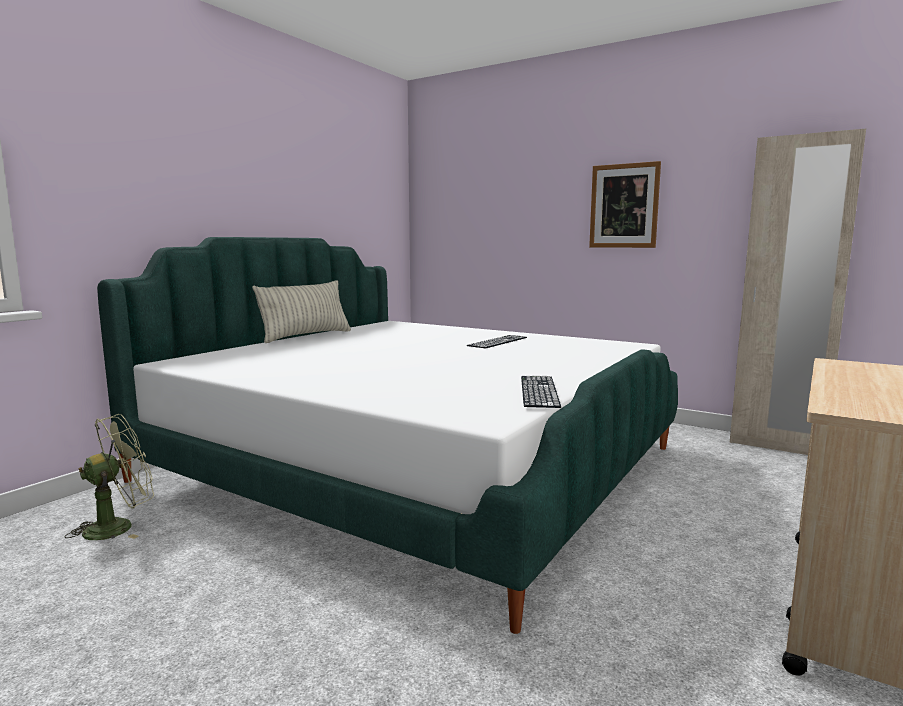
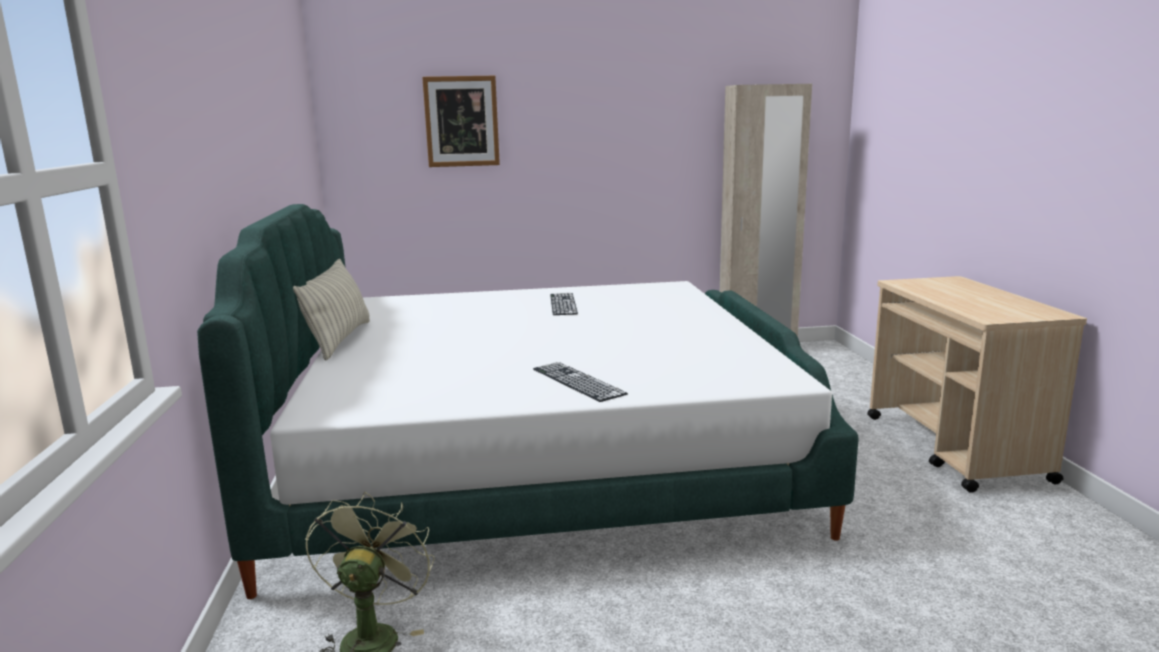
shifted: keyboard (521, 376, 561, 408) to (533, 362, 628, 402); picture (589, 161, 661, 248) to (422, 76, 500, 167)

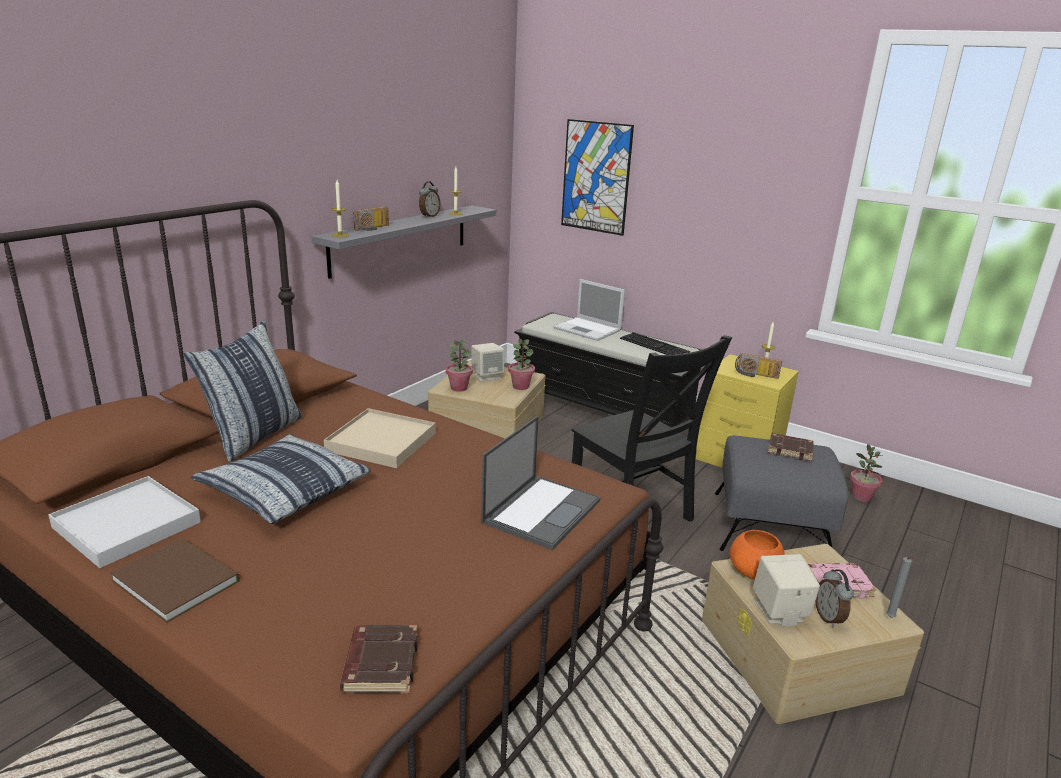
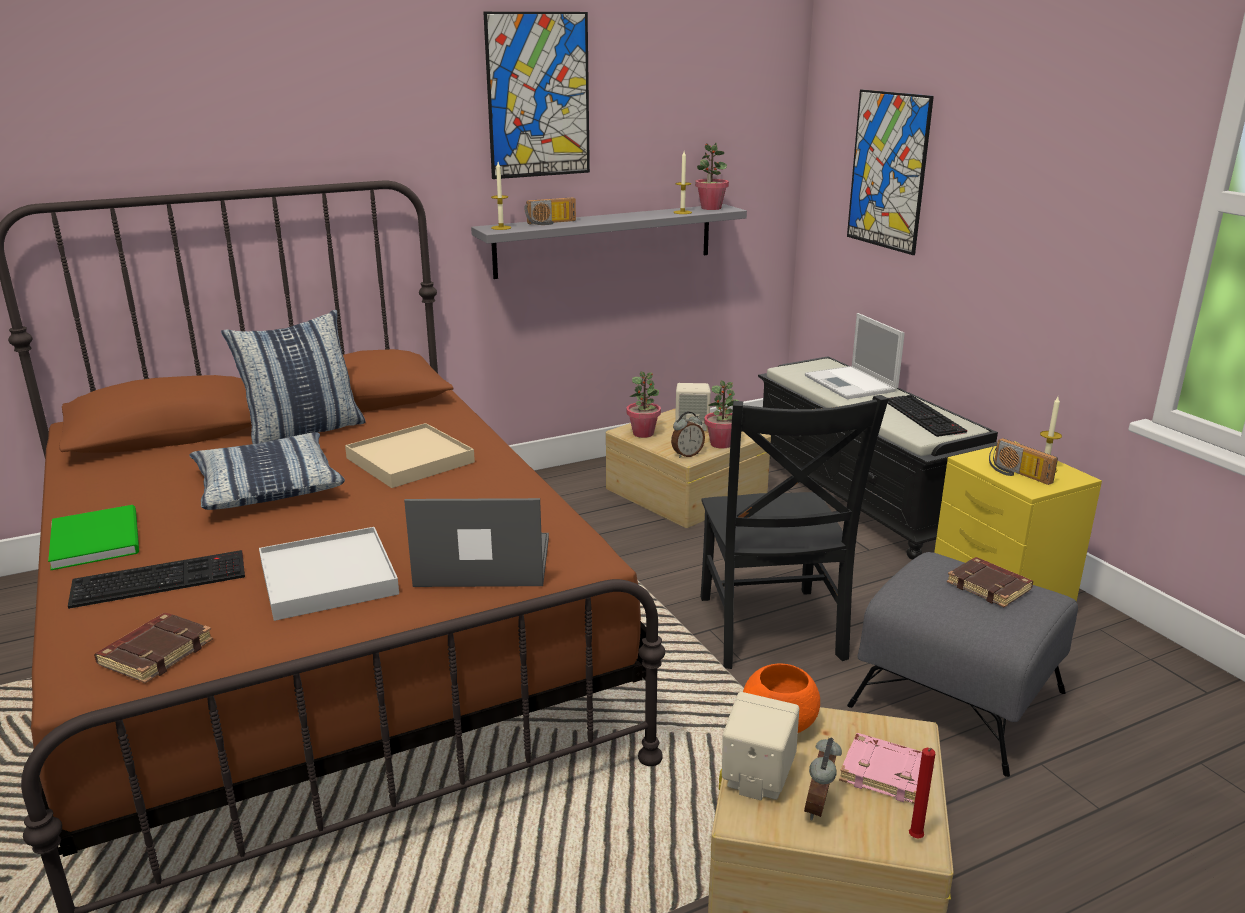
new: keyboard (68, 550, 245, 609); picture (483, 12, 590, 179)
shifted: white tray (48, 476, 201, 568) to (259, 527, 399, 621); alarm clock (419, 181, 440, 218) to (671, 411, 705, 458); potted plant (850, 444, 882, 502) to (695, 143, 729, 210)
repainted: brown book (110, 538, 240, 623) to green book (48, 505, 139, 570); grey candle (886, 557, 914, 617) to red candle (909, 748, 935, 839)
rotated: laptop (481, 416, 601, 550) = (404, 498, 549, 587) 150 degrees counterclockwise

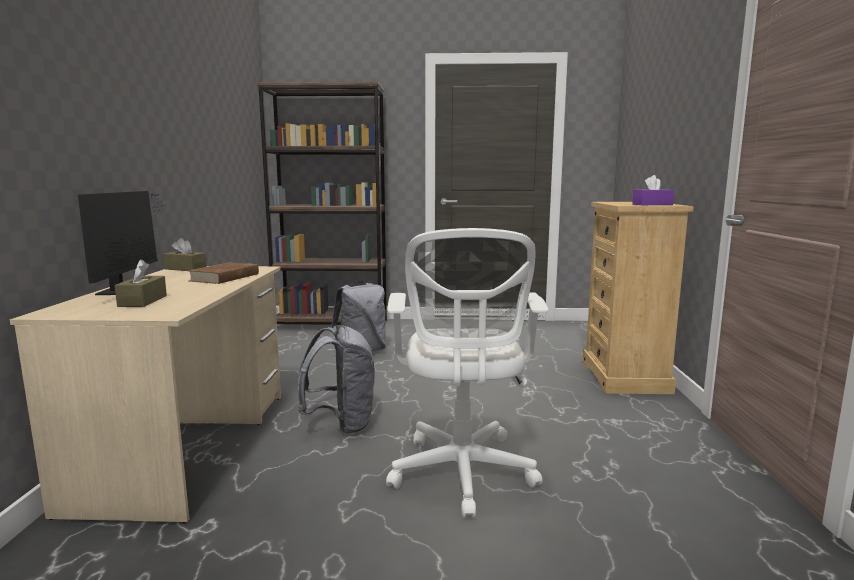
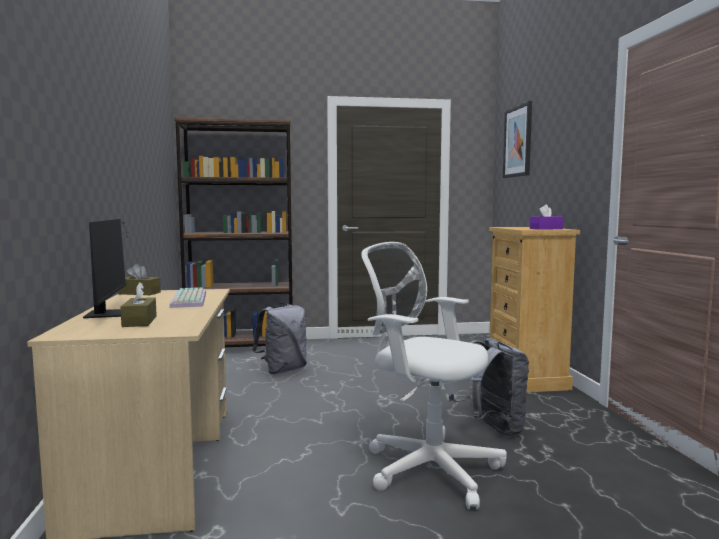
new: picture (503, 101, 532, 178)
shifted: grey backpack (298, 326, 375, 434) to (449, 338, 529, 436)
swapped: brown book (188, 262, 259, 284) to keyboard (170, 287, 206, 308)
rotated: white office chair (386, 228, 548, 518) = (361, 242, 507, 509) 135 degrees clockwise

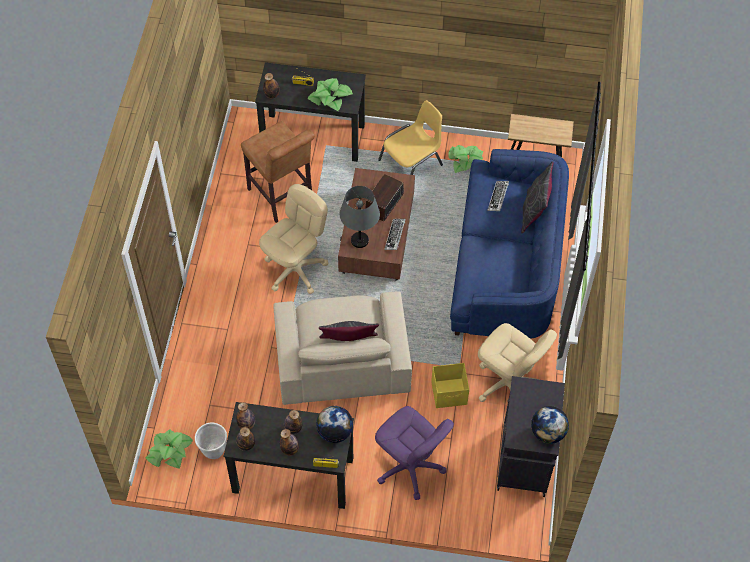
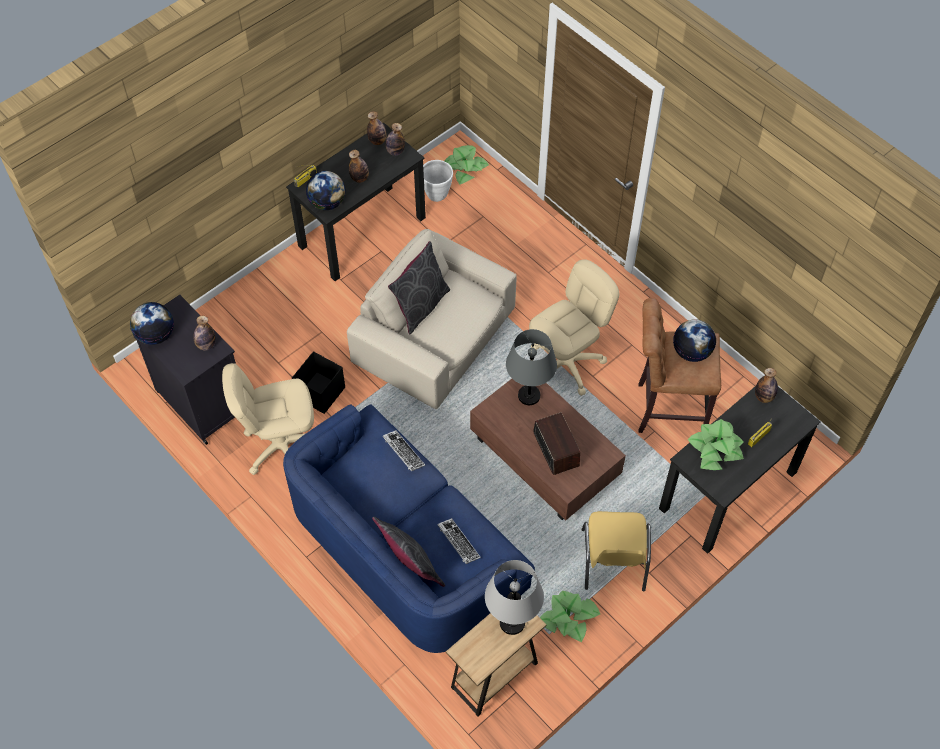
gone: purple office chair (375, 406, 454, 500)
new: grey table lamp (485, 560, 544, 635); globe (673, 319, 716, 362)
shifted: bottle (280, 429, 299, 456) to (194, 316, 216, 350); keyboard (384, 219, 405, 250) to (382, 430, 425, 471)
repainted: yellow storage box (431, 363, 469, 408) to black storage box (292, 351, 345, 414)
rotated: beige office chair (259, 184, 329, 294) = (529, 259, 619, 396) 120 degrees counterclockwise

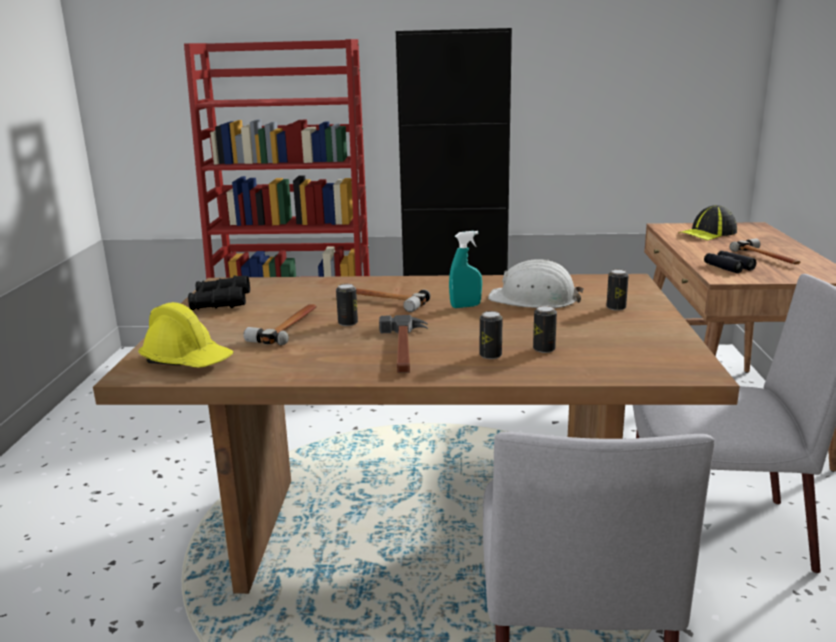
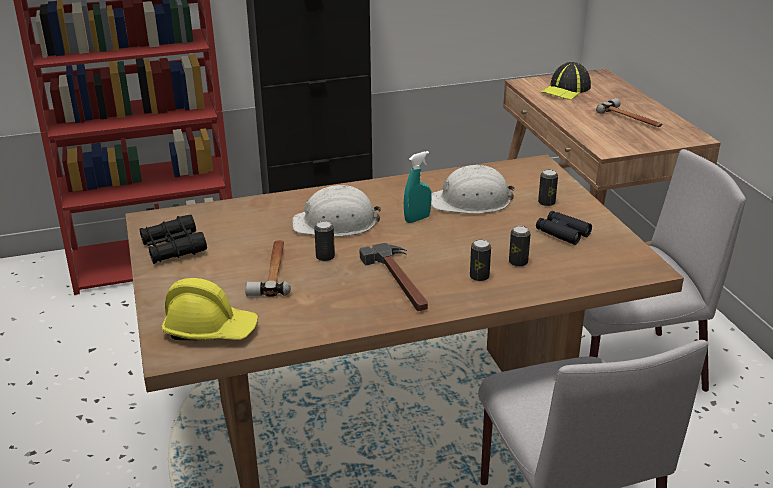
shifted: black binoculars (704, 251, 756, 273) to (536, 211, 592, 245)
swapped: hammer (356, 288, 430, 312) to white hard hat (292, 185, 381, 236)

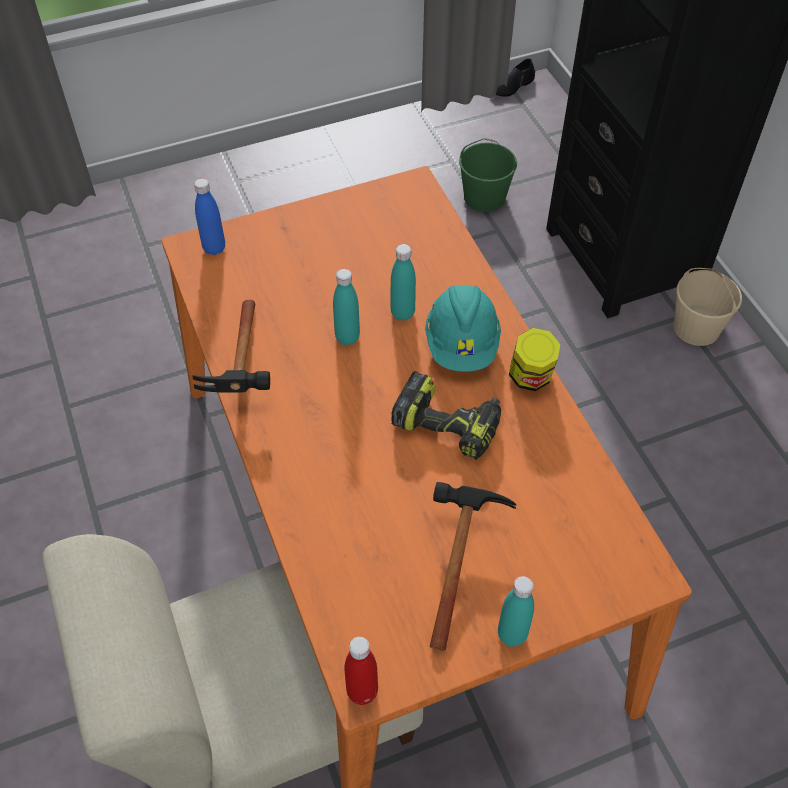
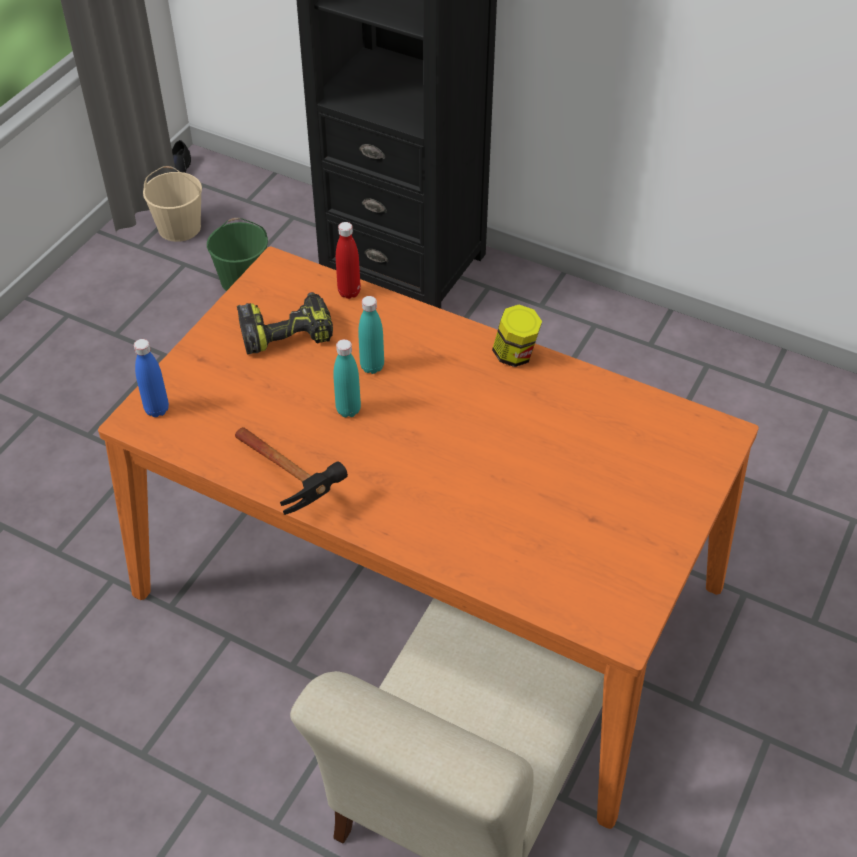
gone: turquoise hard hat (425, 285, 501, 372); hammer (430, 482, 516, 651); turquoise bottle (498, 576, 534, 647)
shifted: red bottle (344, 637, 378, 705) to (336, 222, 361, 299); power drill (391, 371, 501, 460) to (237, 292, 333, 354); beige bucket (673, 268, 742, 346) to (143, 166, 202, 242)

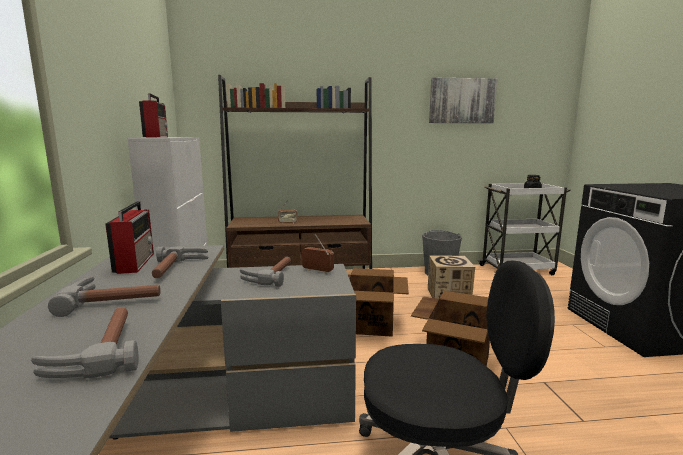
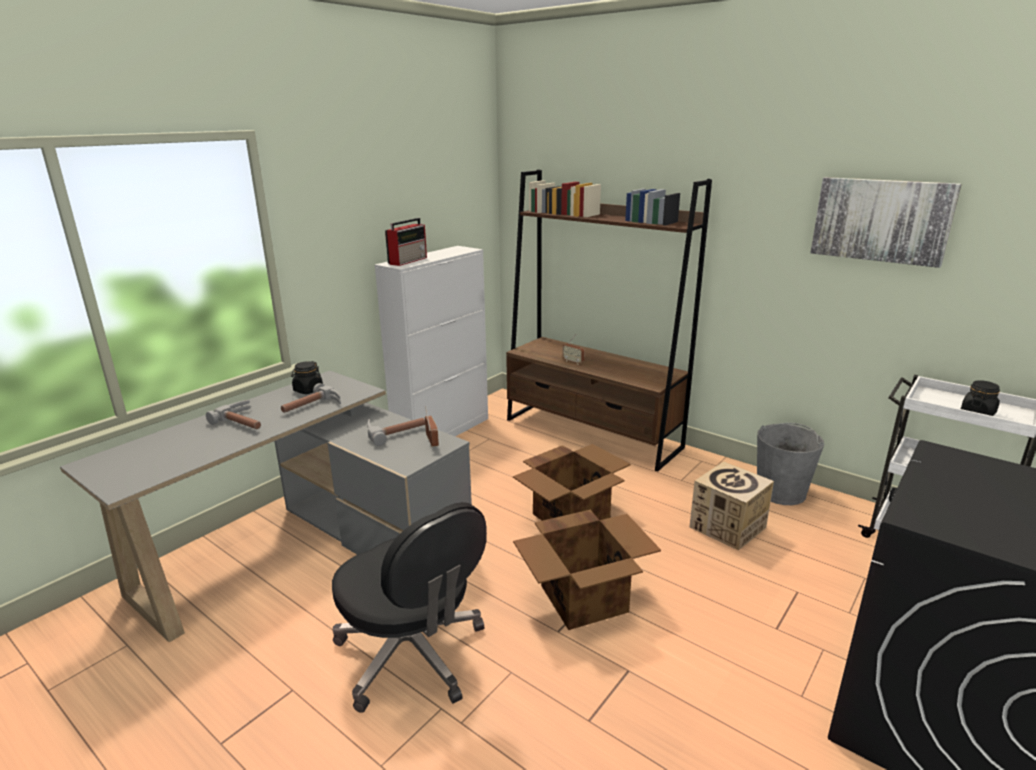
gone: hammer (31, 307, 138, 378)
swapped: radio (105, 201, 154, 274) to black jar (291, 361, 323, 394)

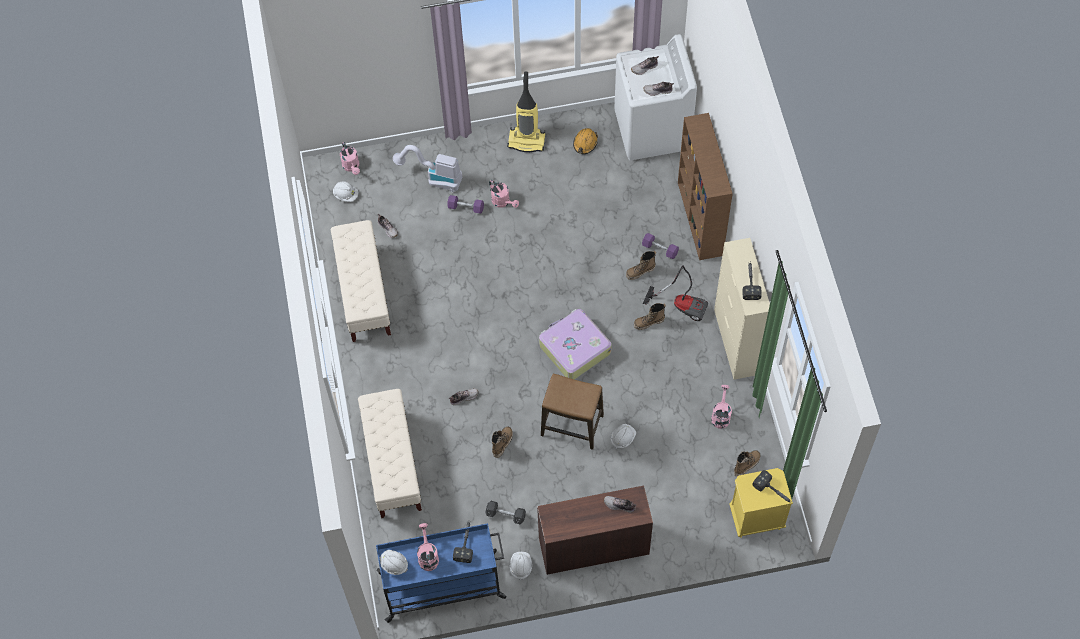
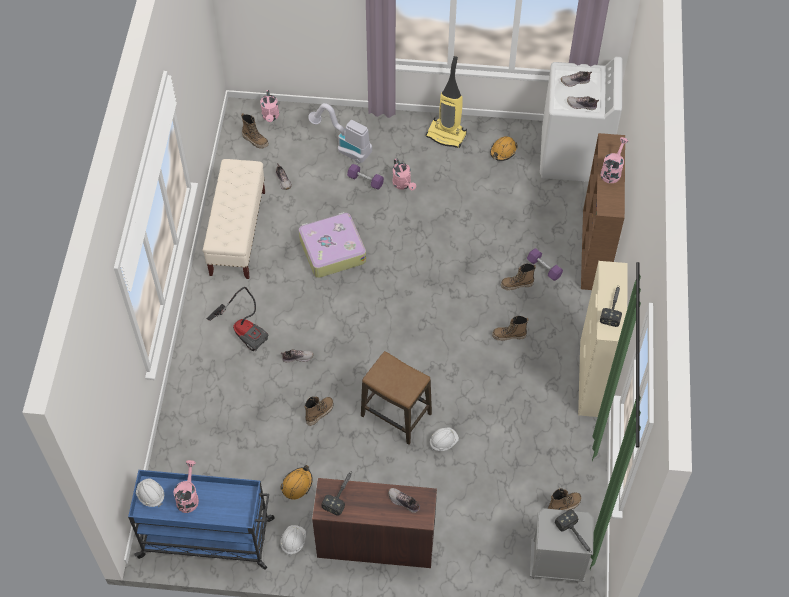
gone: beige bench (358, 389, 422, 518)
shifted: hammer (453, 522, 473, 563) to (321, 471, 352, 516); suitcase (539, 309, 612, 380) to (299, 212, 366, 278); vacuum cleaner (643, 265, 708, 321) to (207, 287, 268, 352); pink watering can (711, 385, 732, 429) to (601, 137, 628, 183)
swapped: white hard hat (333, 181, 358, 202) to boot (241, 113, 269, 149); black dumbbell (486, 501, 526, 524) to orange hard hat (280, 465, 313, 500)
repainted: yellow nightstand (729, 468, 793, 537) to grey nightstand (530, 508, 594, 583)

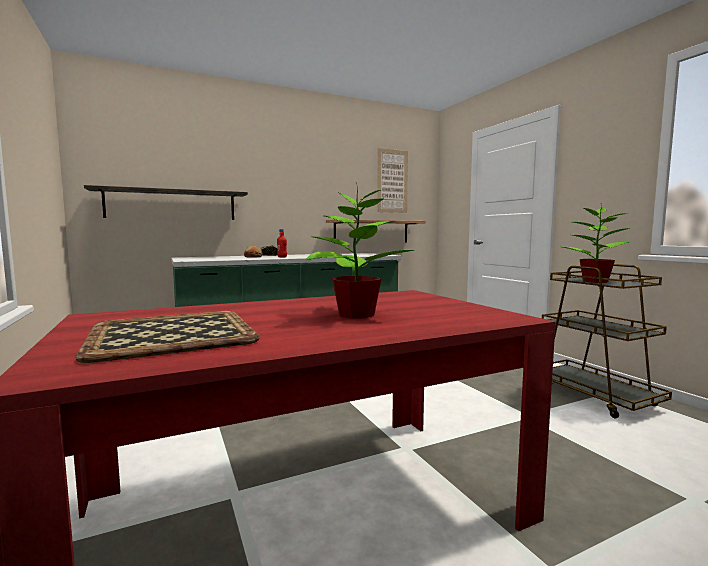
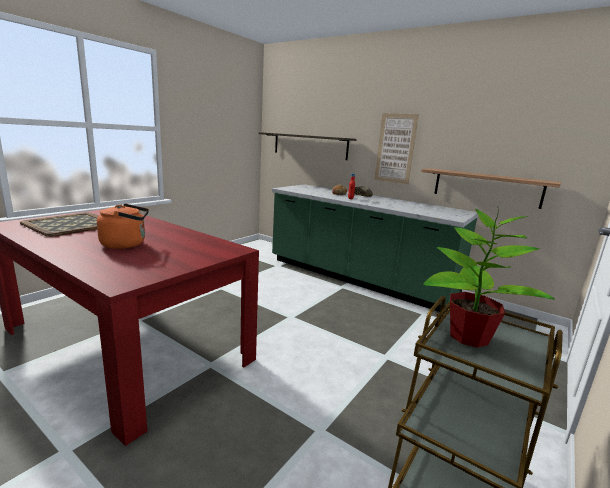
shifted: picture (377, 148, 408, 213) to (374, 113, 419, 184)
swapped: potted plant (306, 183, 414, 319) to orange kettle (97, 204, 149, 249)

